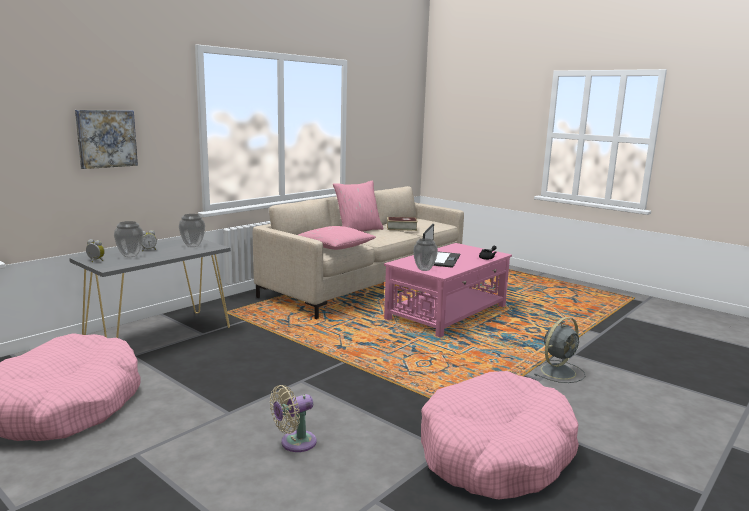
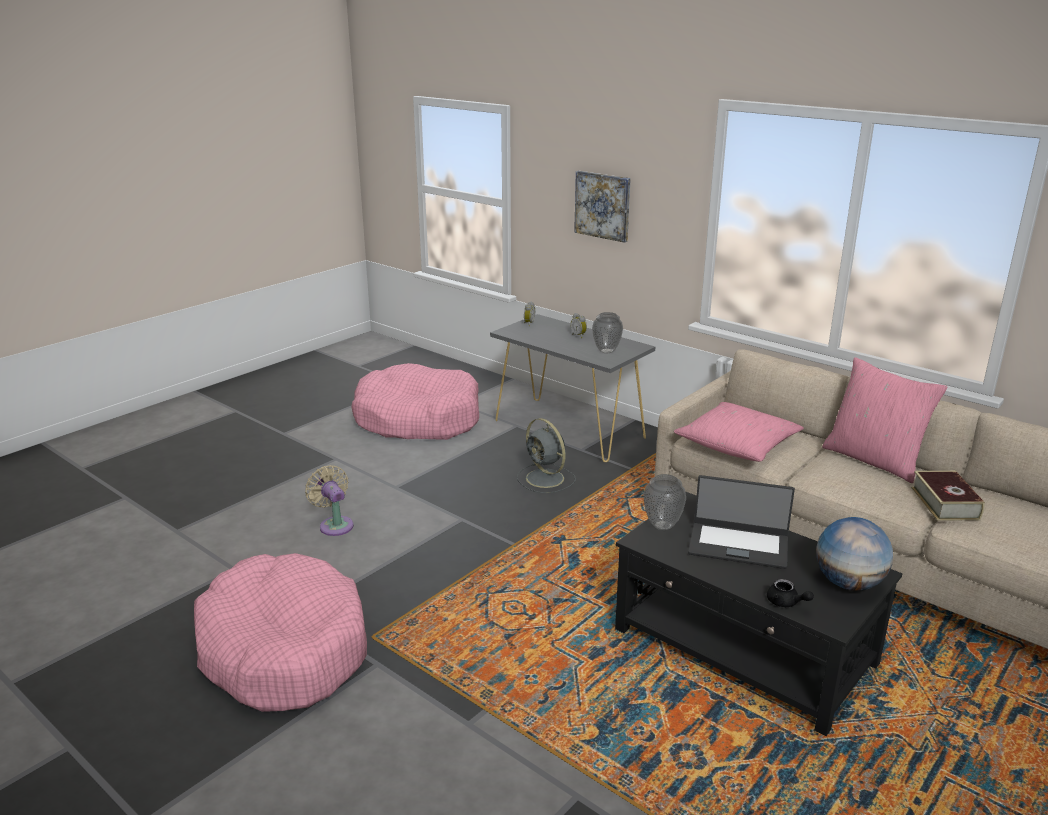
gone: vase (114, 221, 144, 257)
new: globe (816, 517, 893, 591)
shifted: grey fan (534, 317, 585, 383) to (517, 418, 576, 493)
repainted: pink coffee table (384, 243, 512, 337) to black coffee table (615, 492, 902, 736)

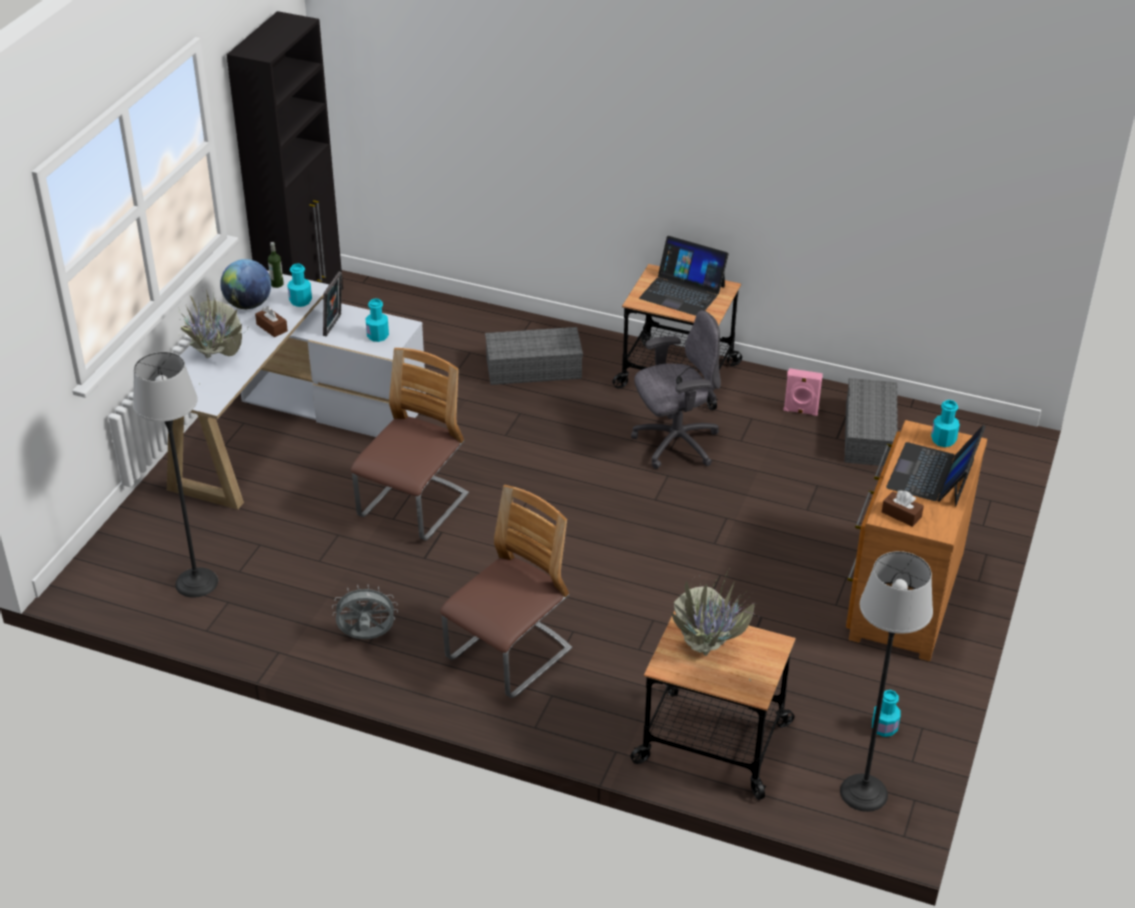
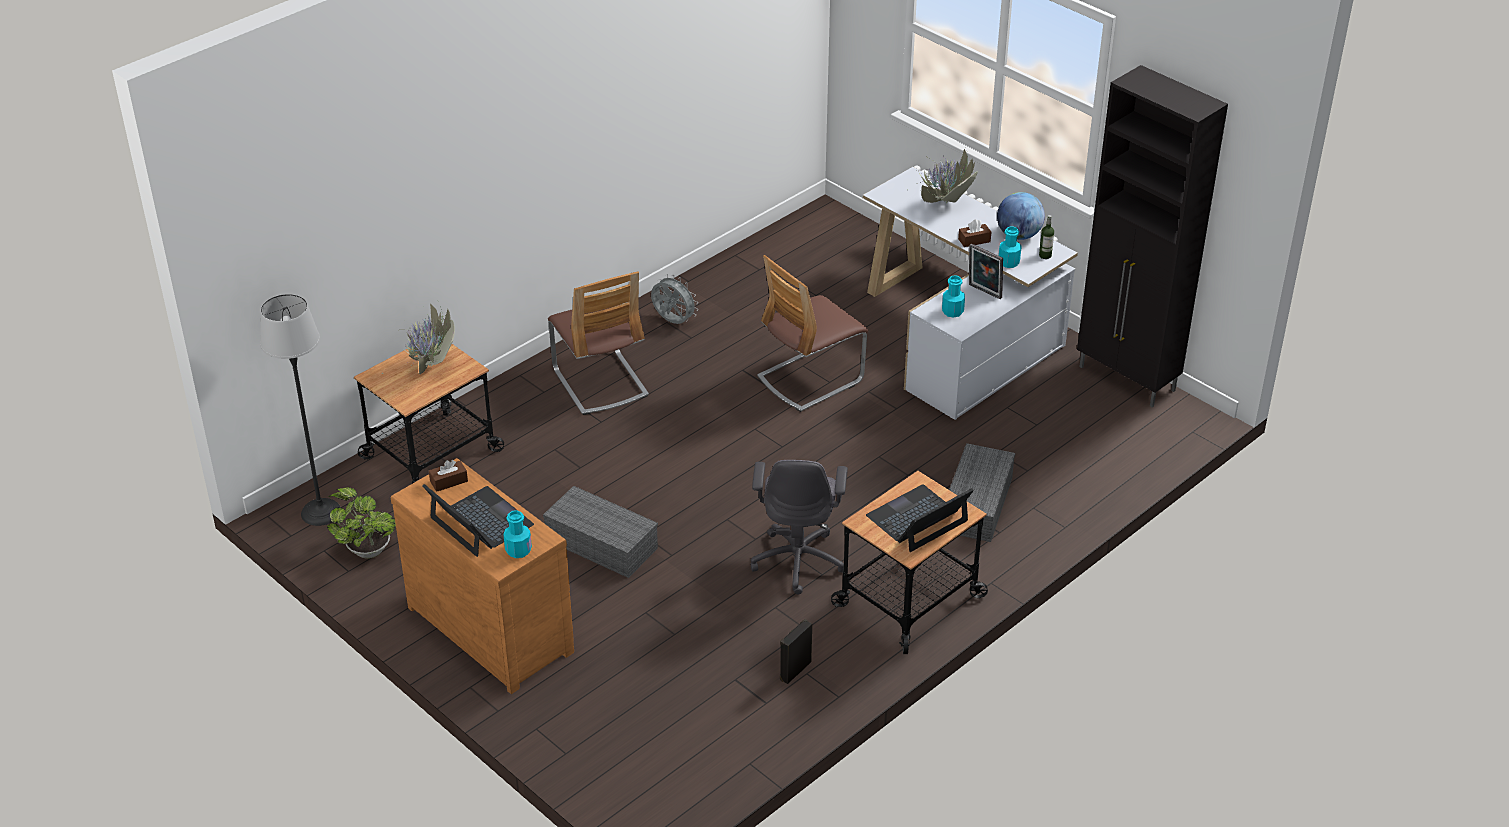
gone: floor lamp (133, 352, 218, 598)
shifted: grey storage box (844, 378, 898, 466) to (543, 486, 658, 578)
swapped: turquoise bottle (872, 690, 901, 737) to potted plant (327, 488, 396, 559)
repainted: pink speaker (783, 368, 823, 416) to black speaker (780, 619, 812, 684)
rotated: grey fan (332, 584, 398, 639) = (651, 274, 698, 324) 75 degrees counterclockwise; chair (351, 348, 469, 540) = (757, 255, 868, 412) 90 degrees clockwise

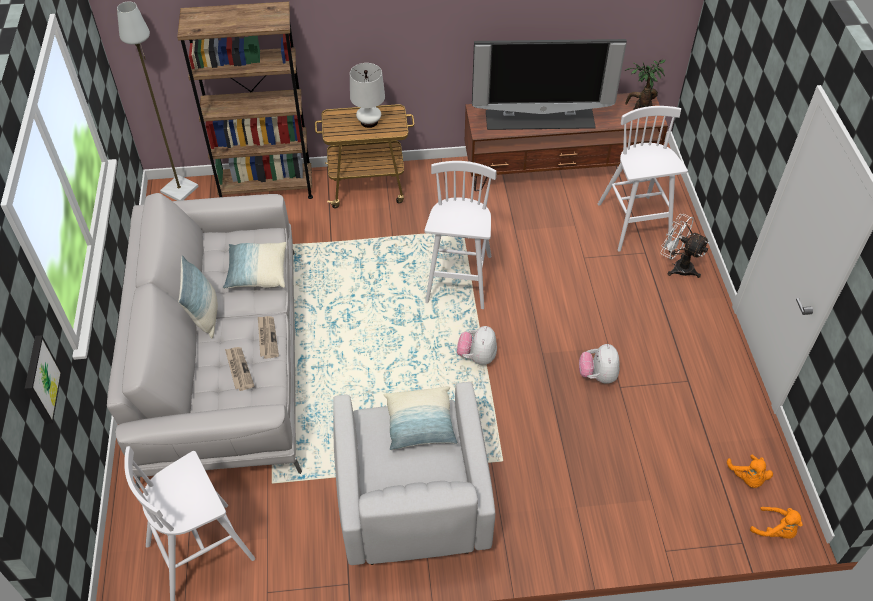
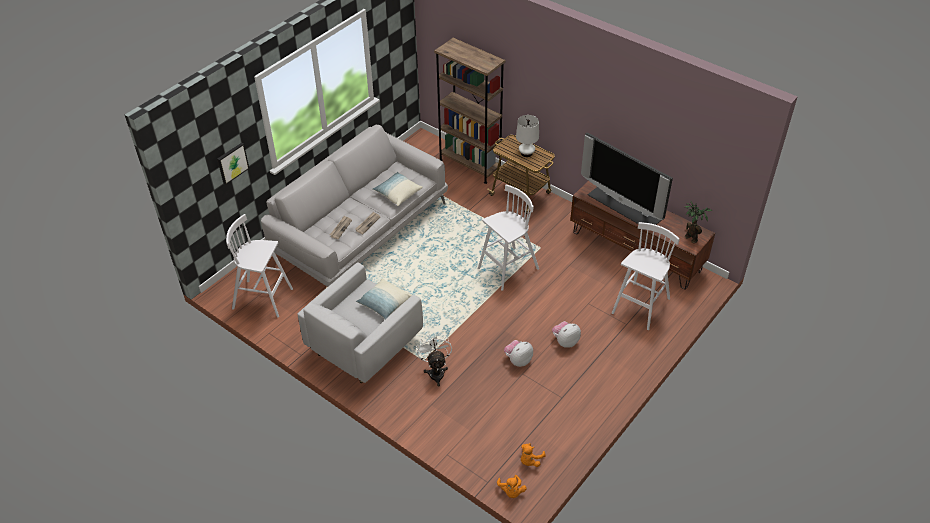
gone: grey floor lamp (117, 2, 199, 201); pillow (178, 255, 218, 339)
shifted: plush toy (457, 326, 497, 365) to (552, 321, 581, 348); white fan (660, 214, 709, 278) to (416, 334, 452, 387)

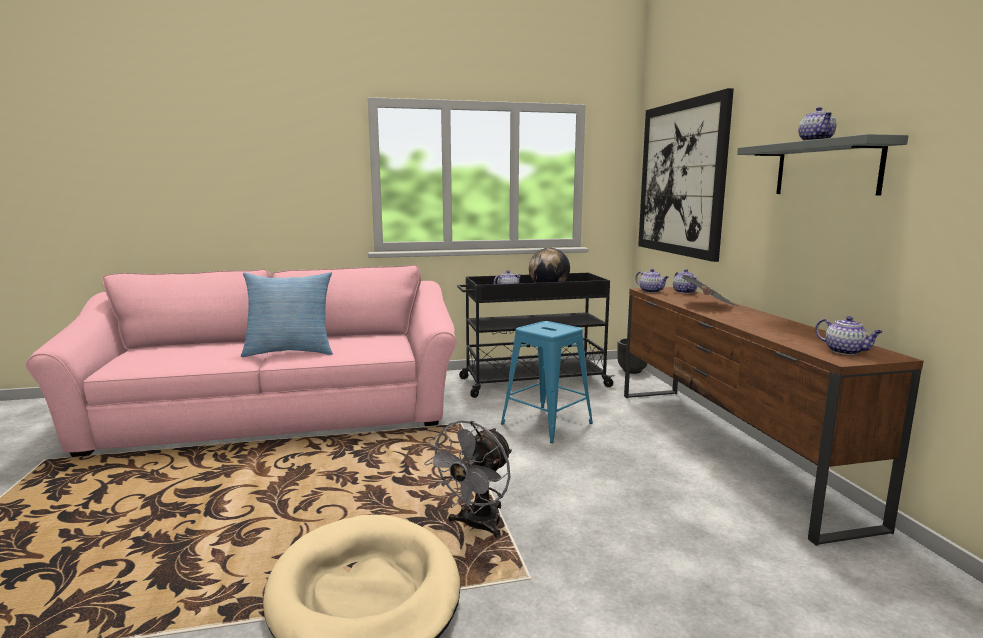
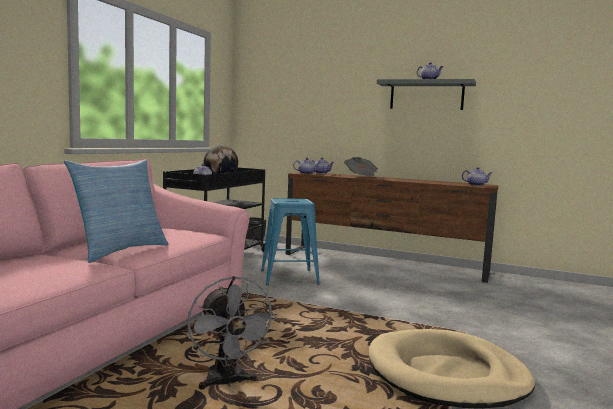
gone: picture (638, 88, 734, 262)
shifted: grey fan (424, 420, 512, 538) to (187, 276, 277, 390)

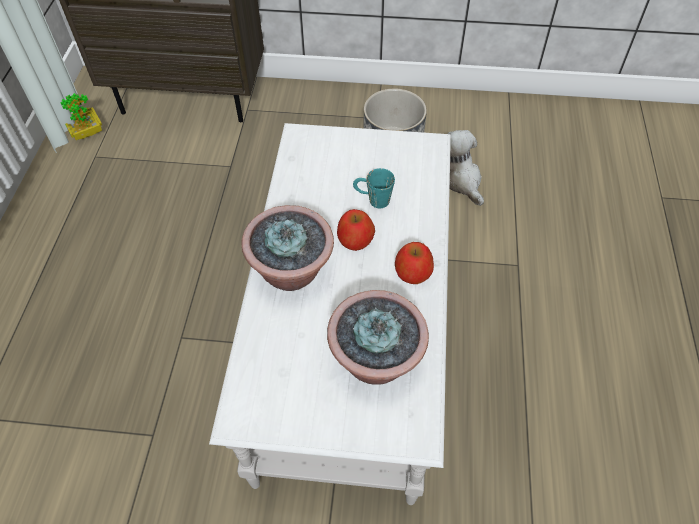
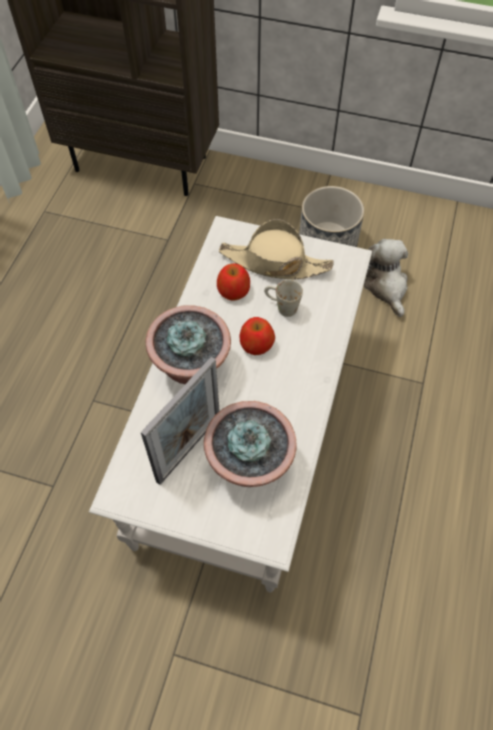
gone: potted plant (60, 93, 103, 140)
new: picture frame (141, 357, 220, 485); beige hat (219, 219, 333, 279)
shifted: apple (395, 242, 434, 284) to (217, 263, 250, 301)
repainted: turquoise mug (353, 168, 395, 208) to white mug (264, 280, 303, 317)

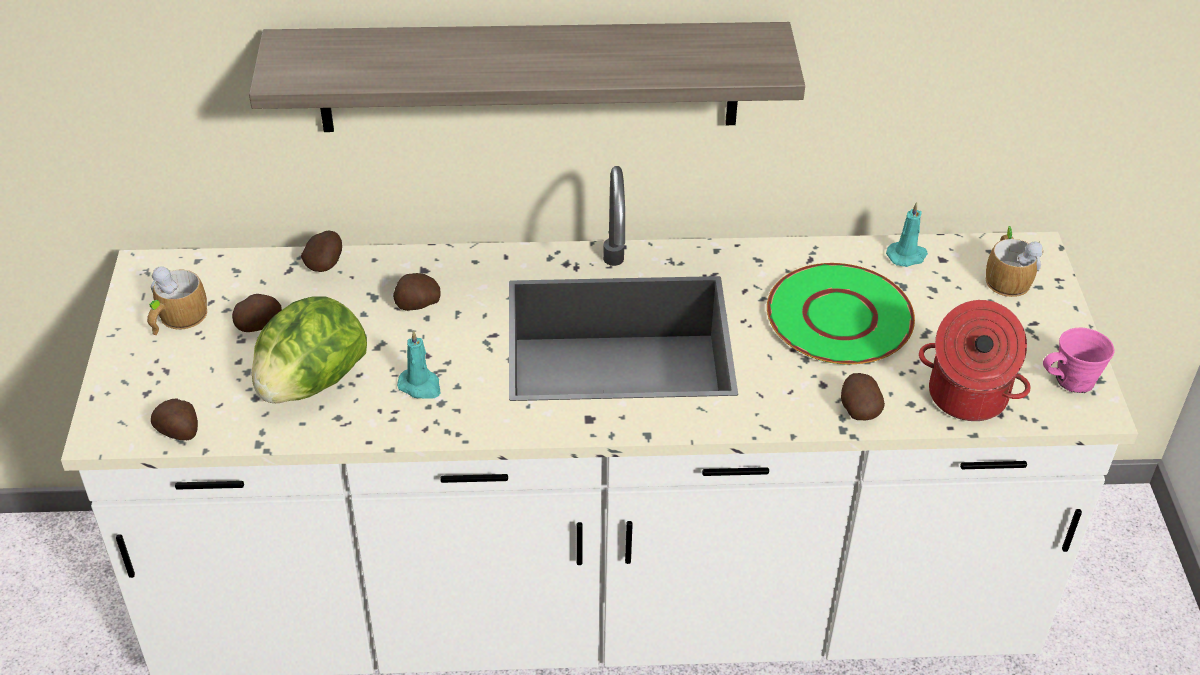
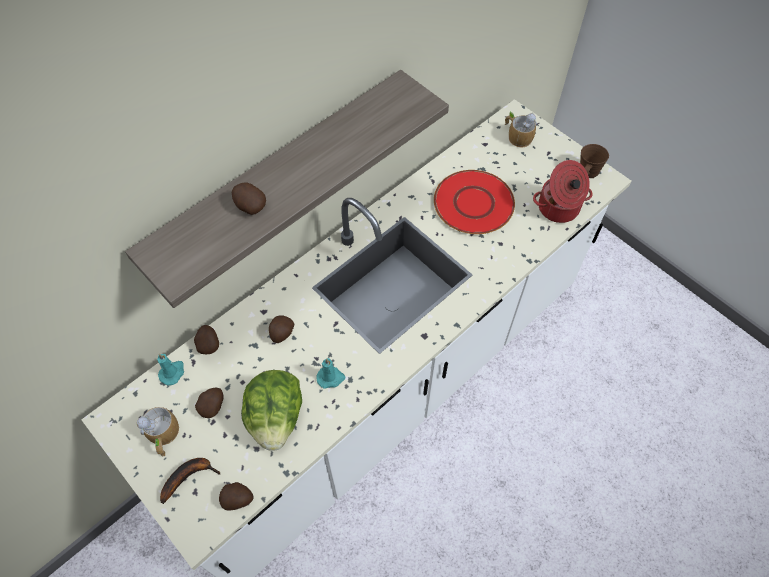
new: banana (160, 458, 221, 504)
shifted: potato (841, 373, 885, 420) to (232, 182, 266, 215); turquoise candle (886, 202, 928, 267) to (157, 354, 184, 385)
repainted: green plate (767, 263, 915, 364) to red plate (434, 170, 515, 234); pink mug (1043, 328, 1114, 393) to brown mug (580, 144, 609, 178)

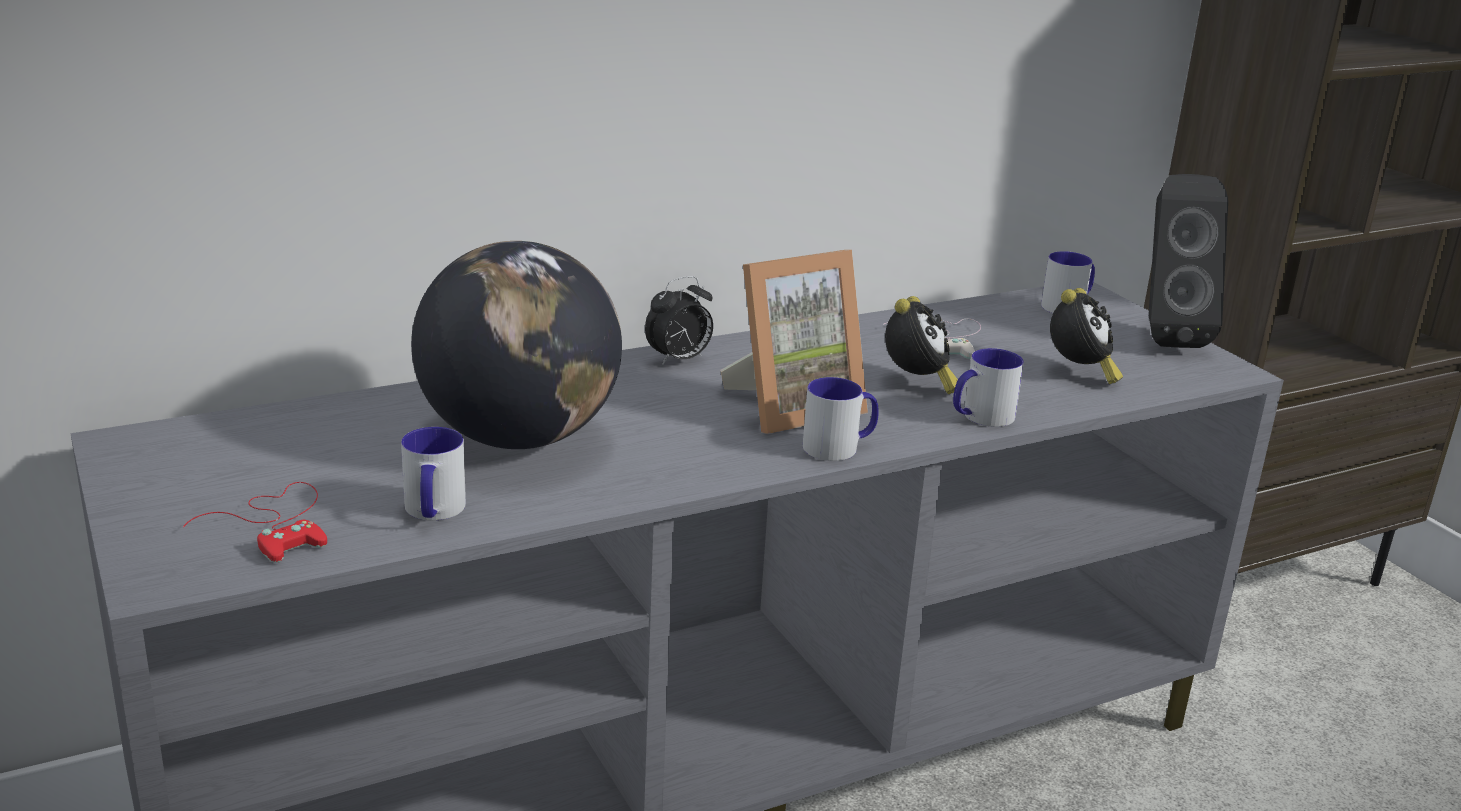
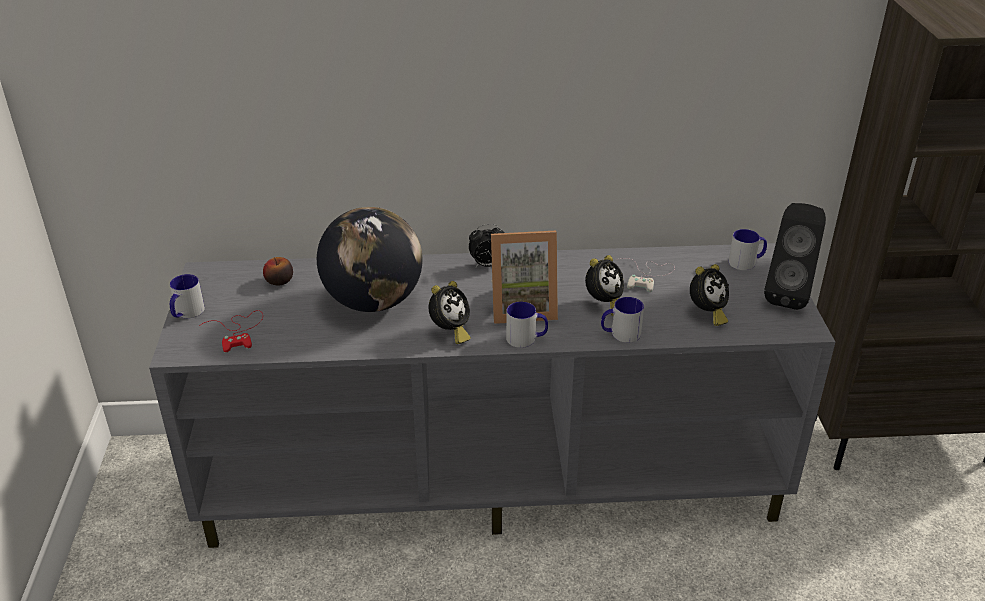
new: apple (263, 257, 293, 285); alarm clock (429, 281, 471, 344)
shifted: mug (401, 427, 466, 521) to (170, 274, 205, 318)

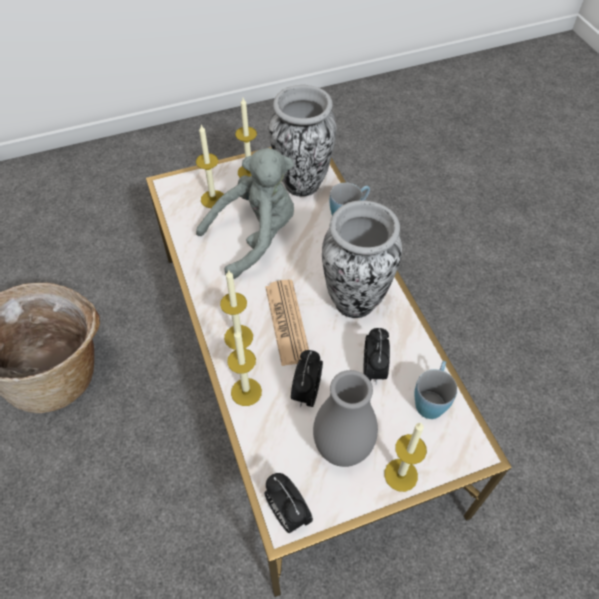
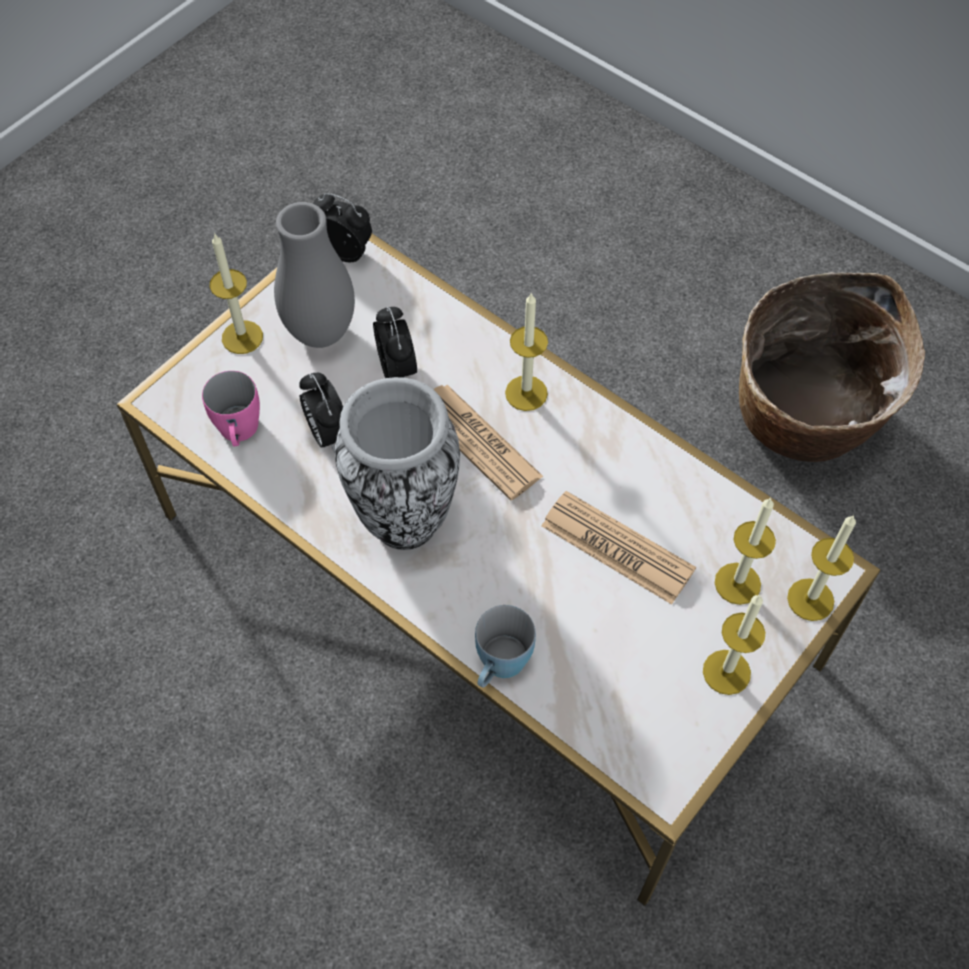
gone: vase (269, 85, 337, 197)
shifted: candle (227, 330, 262, 406) to (787, 515, 856, 621)
swapped: grey plush toy (196, 148, 294, 279) to newspaper (541, 491, 696, 605)
repainted: blue mug (414, 361, 457, 419) to pink mug (202, 371, 260, 446)

